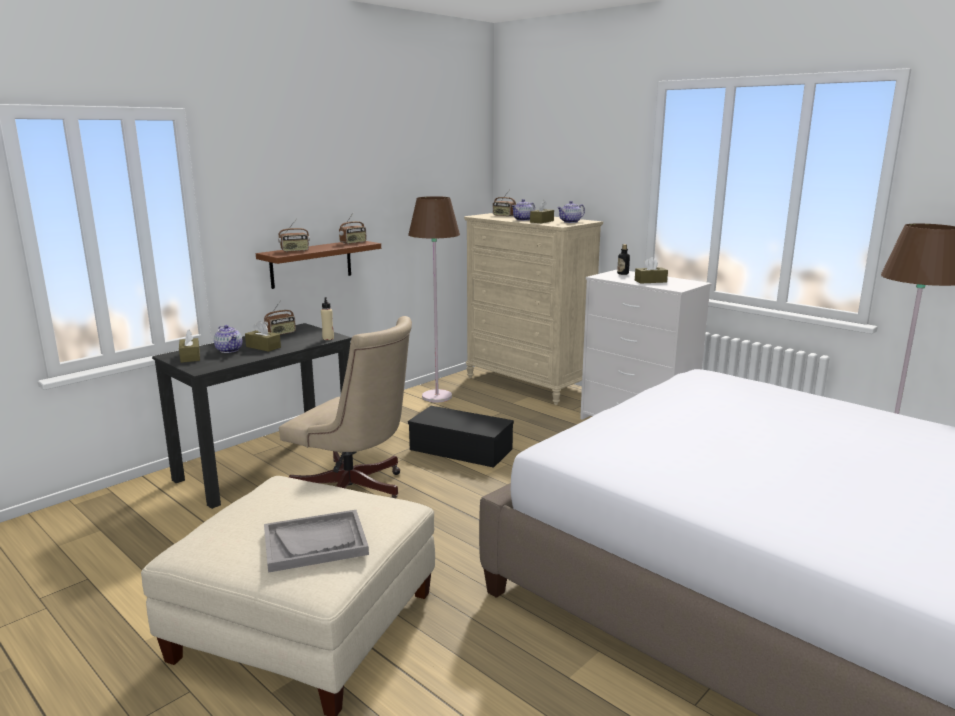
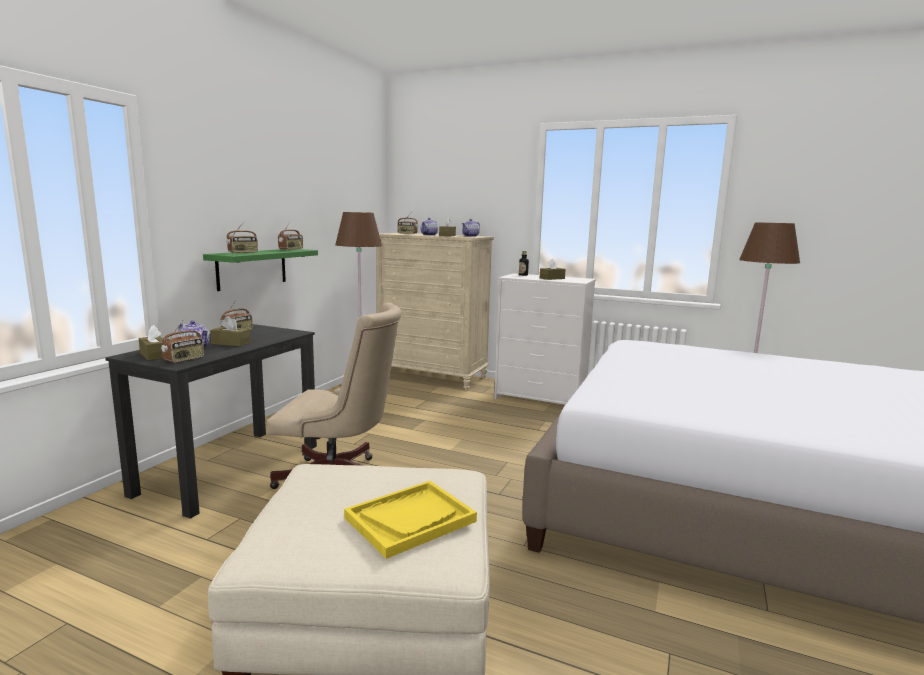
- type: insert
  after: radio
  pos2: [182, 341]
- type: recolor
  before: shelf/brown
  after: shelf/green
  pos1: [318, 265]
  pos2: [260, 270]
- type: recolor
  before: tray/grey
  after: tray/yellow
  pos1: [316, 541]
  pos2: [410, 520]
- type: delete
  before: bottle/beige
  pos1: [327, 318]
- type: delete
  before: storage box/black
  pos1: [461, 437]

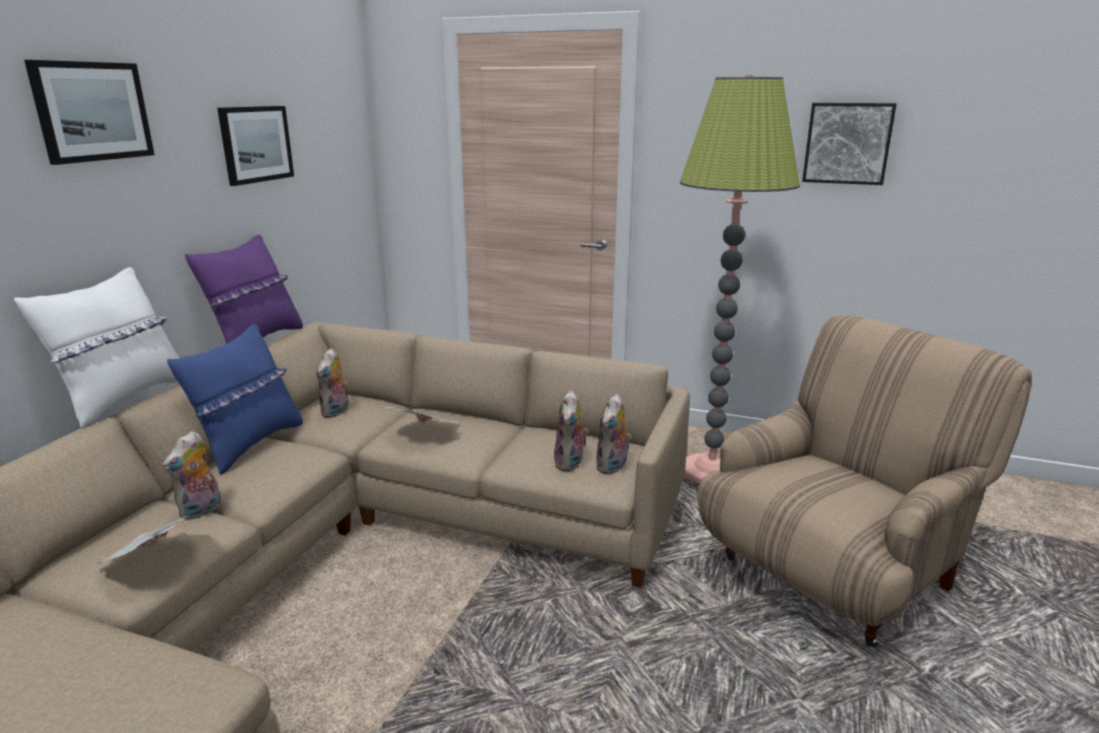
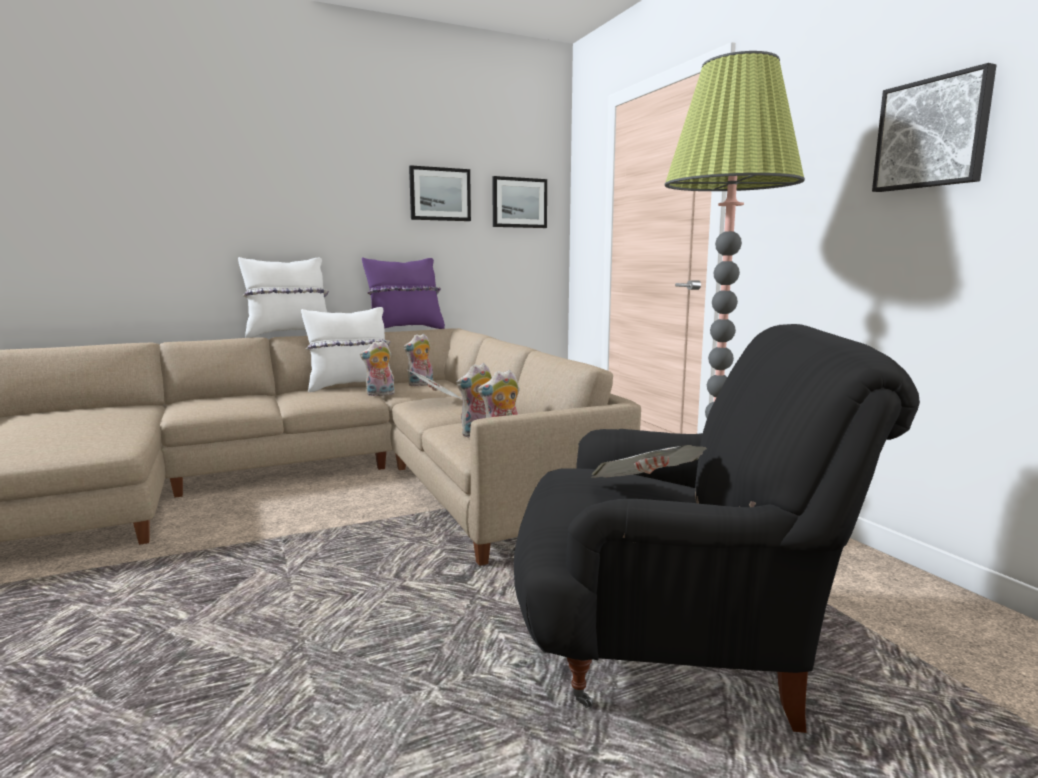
- type: recolor
  before: pillow/blue
  after: pillow/white
  pos1: [235, 399]
  pos2: [347, 349]
- type: move
  before: plush toy
  pos1: [191, 475]
  pos2: [377, 368]
- type: move
  before: picture
  pos1: [89, 112]
  pos2: [519, 202]
- type: recolor
  before: armchair/beige
  after: armchair/black
  pos1: [865, 482]
  pos2: [717, 528]
- type: move
  before: newspaper
  pos1: [144, 538]
  pos2: [649, 461]

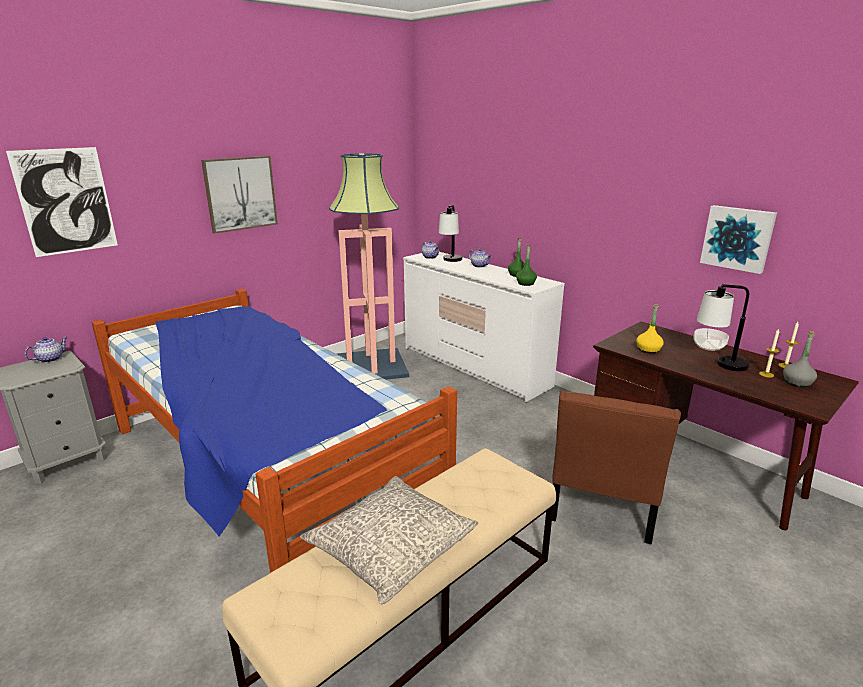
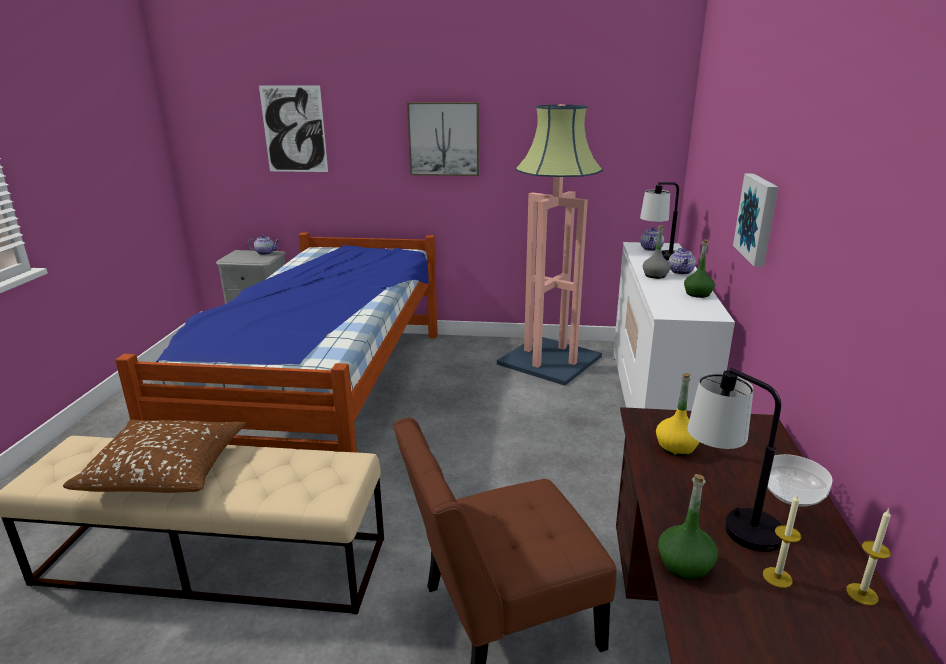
- type: recolor
  before: pillow/grey
  after: pillow/brown
  pos1: [389, 540]
  pos2: [154, 456]
- type: move
  before: bottle/grey
  pos1: [800, 359]
  pos2: [657, 252]
- type: move
  before: bottle/green
  pos1: [526, 265]
  pos2: [688, 527]
- type: move
  before: picture
  pos1: [738, 239]
  pos2: [756, 220]

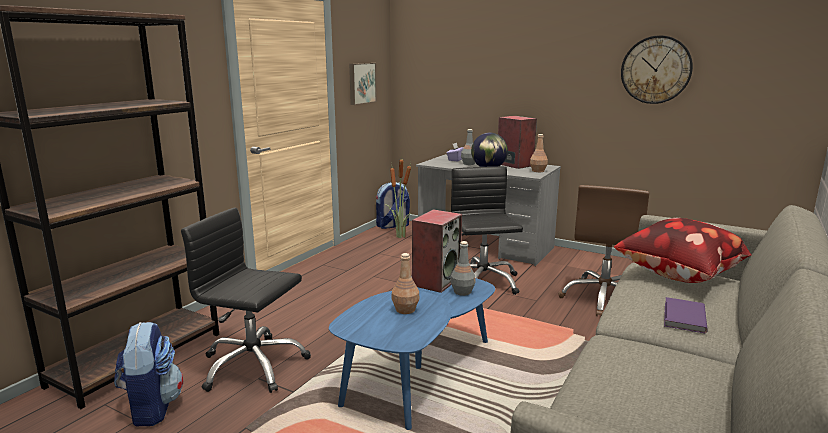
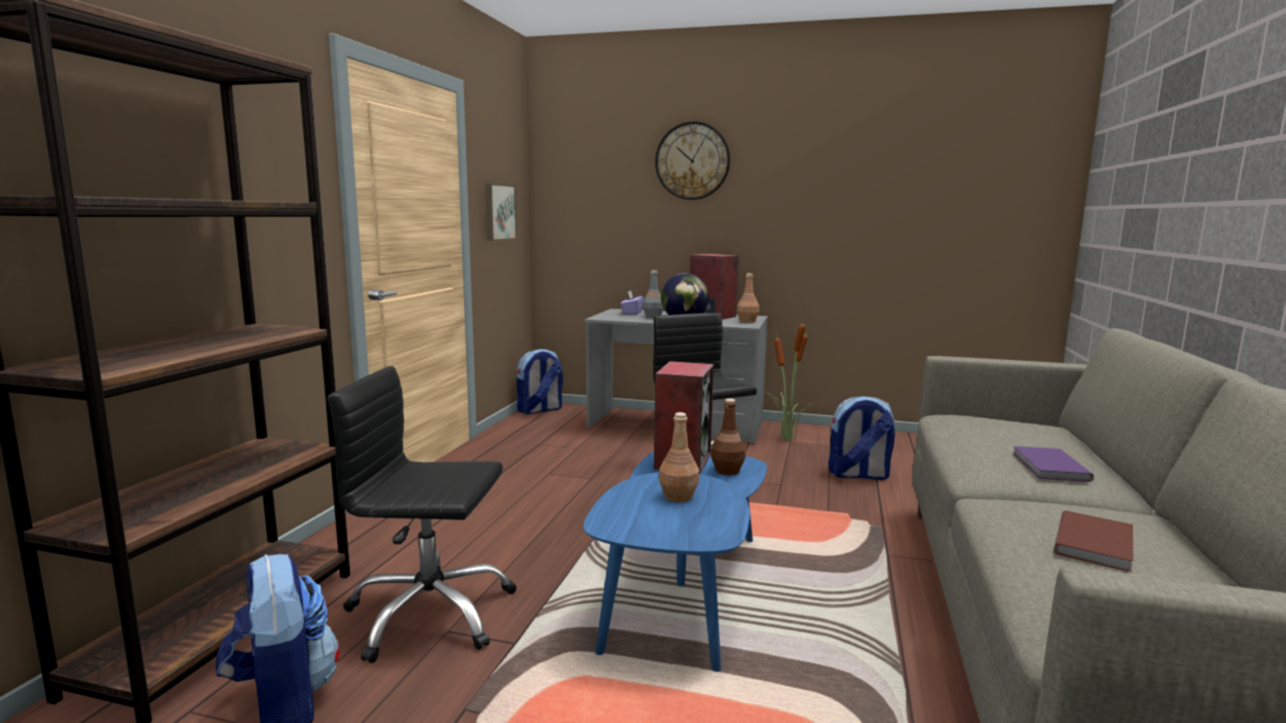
- type: move
  before: wall clock
  pos1: [657, 69]
  pos2: [692, 160]
- type: recolor
  before: bottle/grey
  after: bottle/brown
  pos1: [463, 268]
  pos2: [728, 436]
- type: move
  before: potted plant
  pos1: [398, 197]
  pos2: [789, 380]
- type: replace
  before: office chair/brown
  after: backpack
  pos1: [603, 250]
  pos2: [862, 438]
- type: insert
  after: book/brown
  pos2: [1093, 541]
- type: delete
  before: pillow
  pos1: [683, 250]

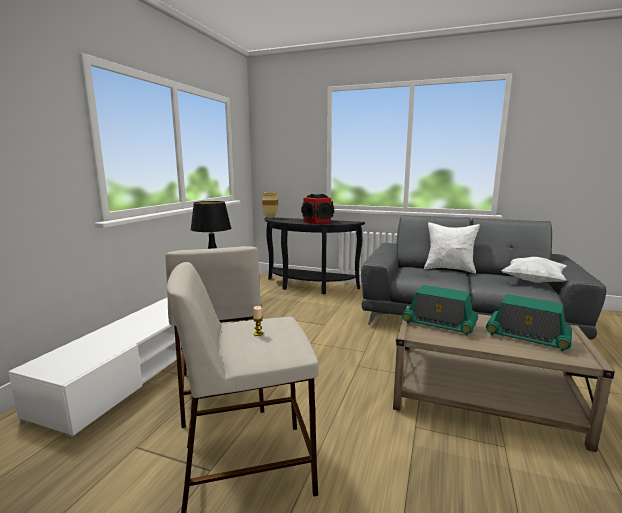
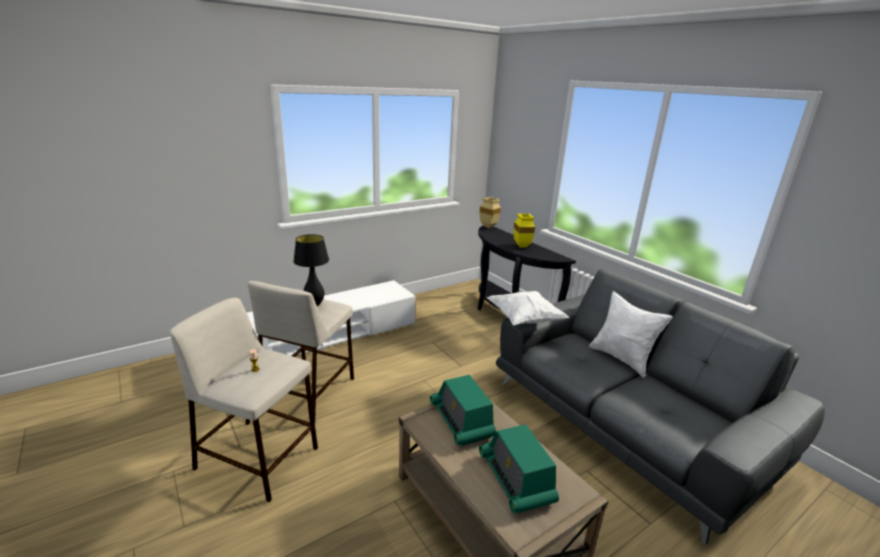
- type: move
  before: pillow/white
  pos1: [534, 270]
  pos2: [528, 308]
- type: replace
  before: speaker
  after: vase/yellow
  pos1: [317, 209]
  pos2: [524, 231]

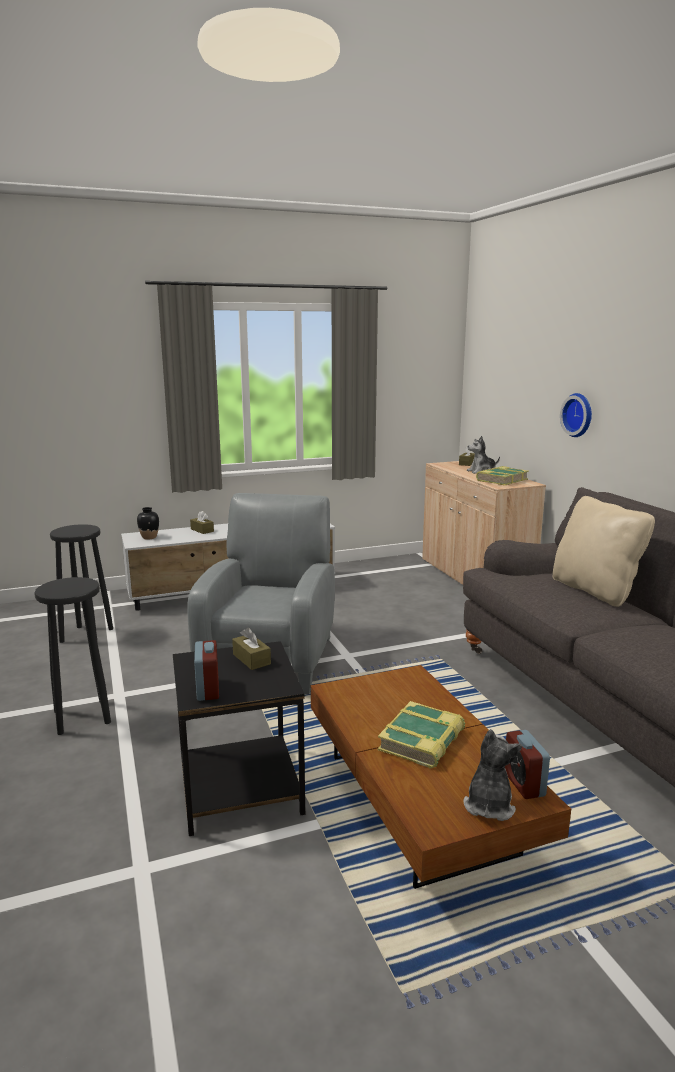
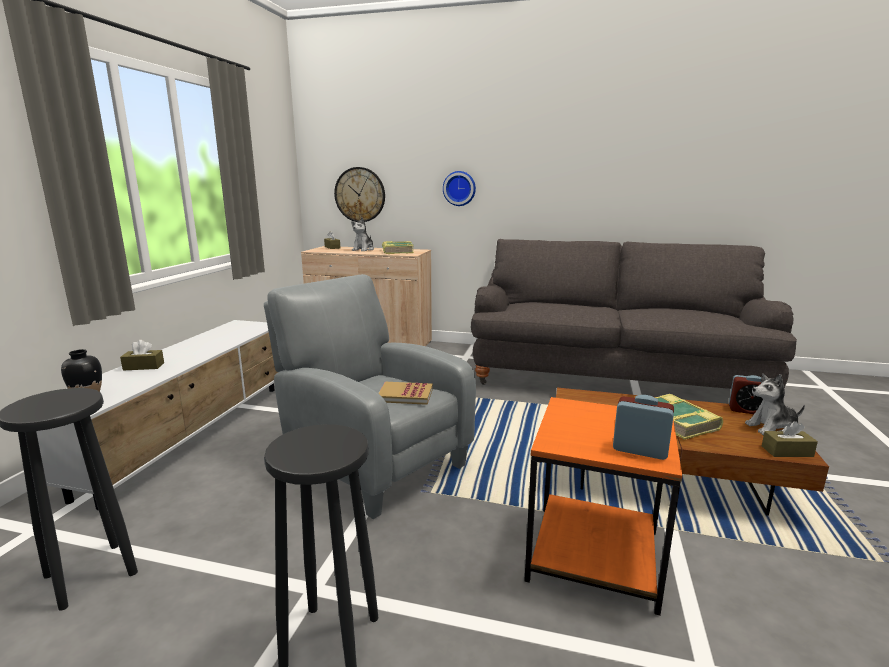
- type: insert
  after: wall clock
  pos2: [359, 194]
- type: insert
  after: book
  pos2: [405, 393]
- type: recolor
  before: side table/black
  after: side table/orange
  pos1: [239, 738]
  pos2: [603, 506]
- type: rotate
  before: plush toy
  pos1: [492, 775]
  pos2: [775, 404]
  turn: -60
- type: move
  before: tissue box/brown
  pos1: [251, 649]
  pos2: [790, 439]
- type: delete
  before: pillow/beige
  pos1: [604, 551]

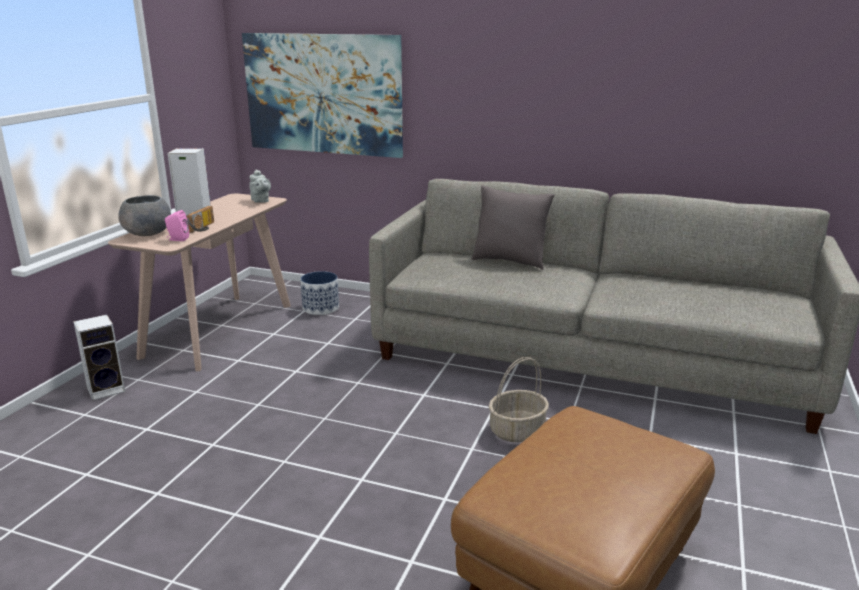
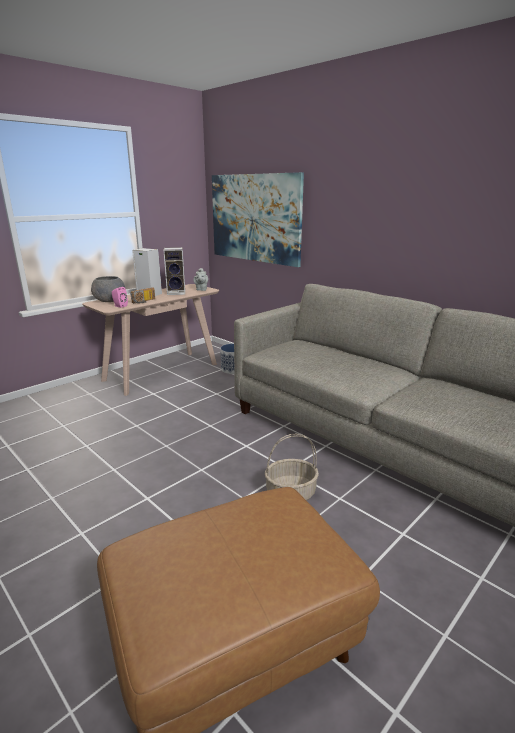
- type: move
  before: speaker
  pos1: [99, 357]
  pos2: [174, 271]
- type: delete
  before: pillow/grey
  pos1: [513, 228]

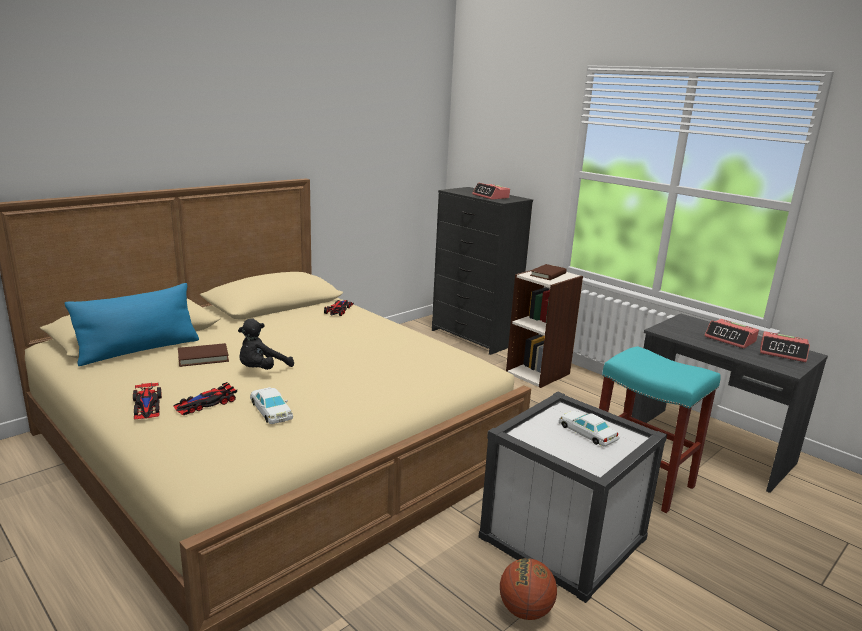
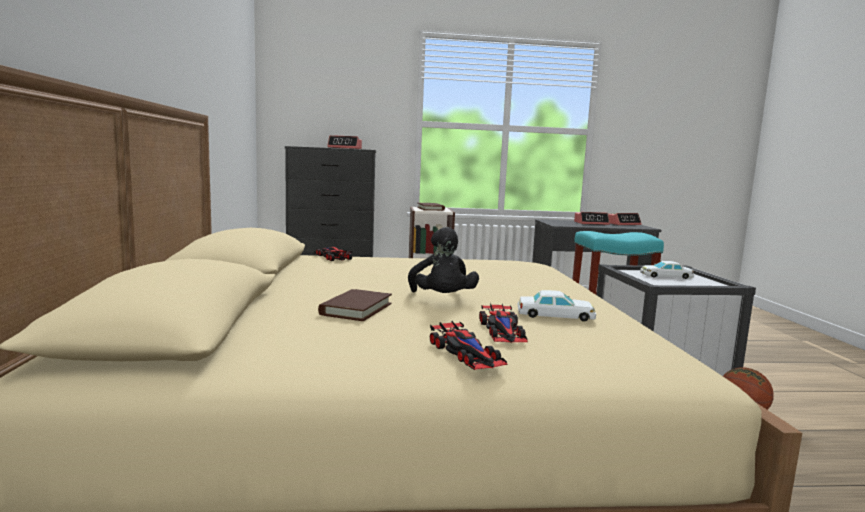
- type: rotate
  before: toy car
  pos1: [147, 400]
  pos2: [468, 345]
  turn: 45
- type: delete
  before: pillow/blue
  pos1: [132, 324]

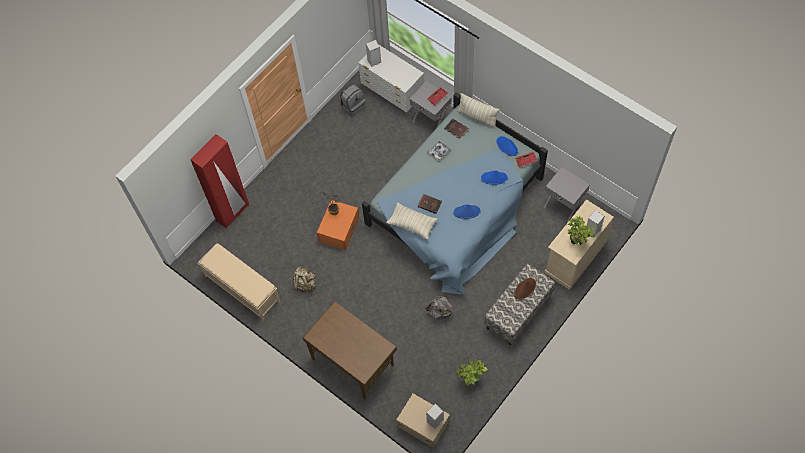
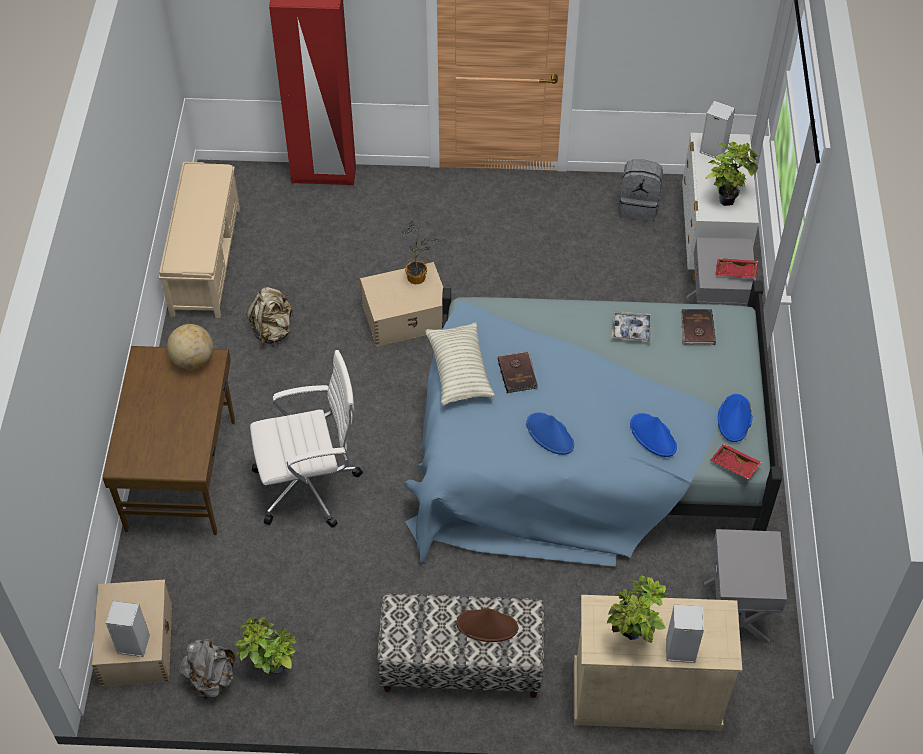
- type: insert
  after: globe
  pos2: [190, 346]
- type: move
  before: backpack/grey
  pos1: [440, 308]
  pos2: [207, 668]
- type: insert
  after: office chair/white
  pos2: [306, 439]
- type: recolor
  before: storage box/orange
  after: storage box/beige
  pos1: [338, 225]
  pos2: [401, 304]
- type: insert
  after: potted plant
  pos2: [732, 174]
- type: delete
  before: pillow
  pos1: [478, 110]

